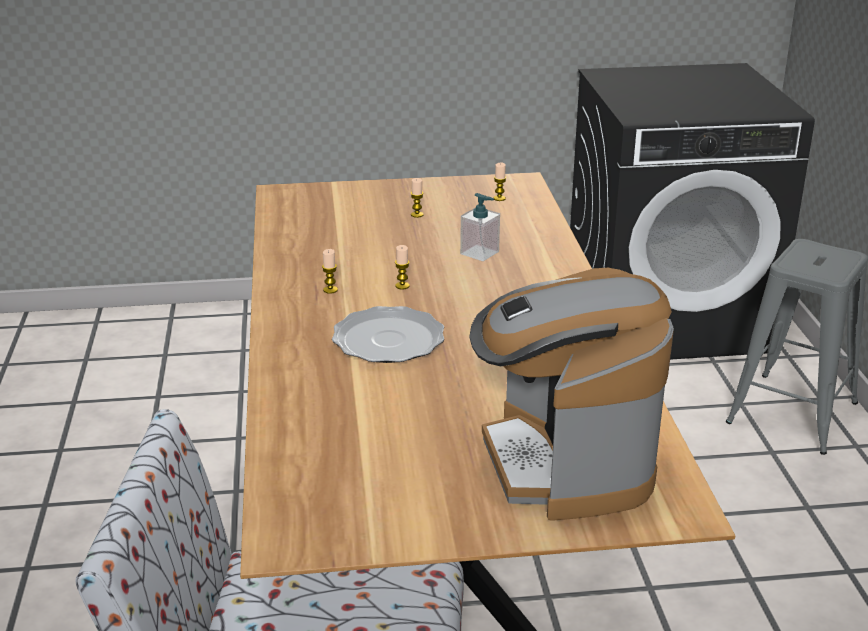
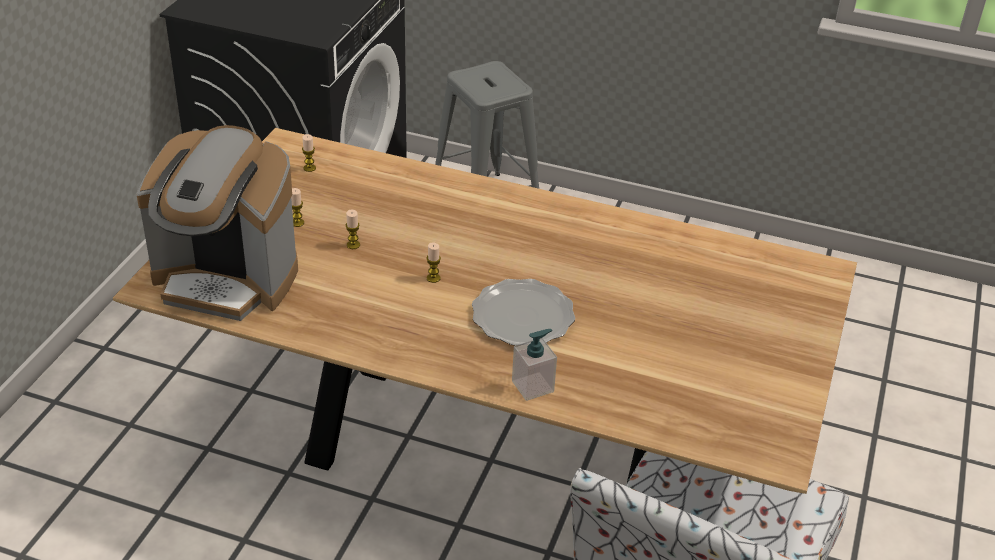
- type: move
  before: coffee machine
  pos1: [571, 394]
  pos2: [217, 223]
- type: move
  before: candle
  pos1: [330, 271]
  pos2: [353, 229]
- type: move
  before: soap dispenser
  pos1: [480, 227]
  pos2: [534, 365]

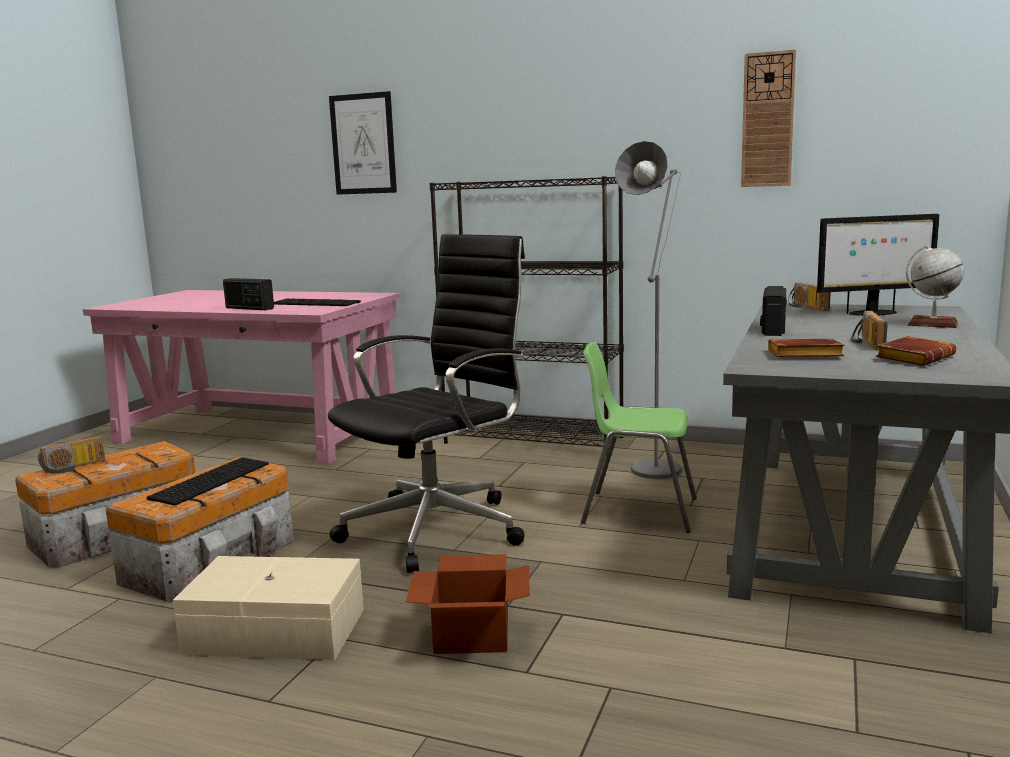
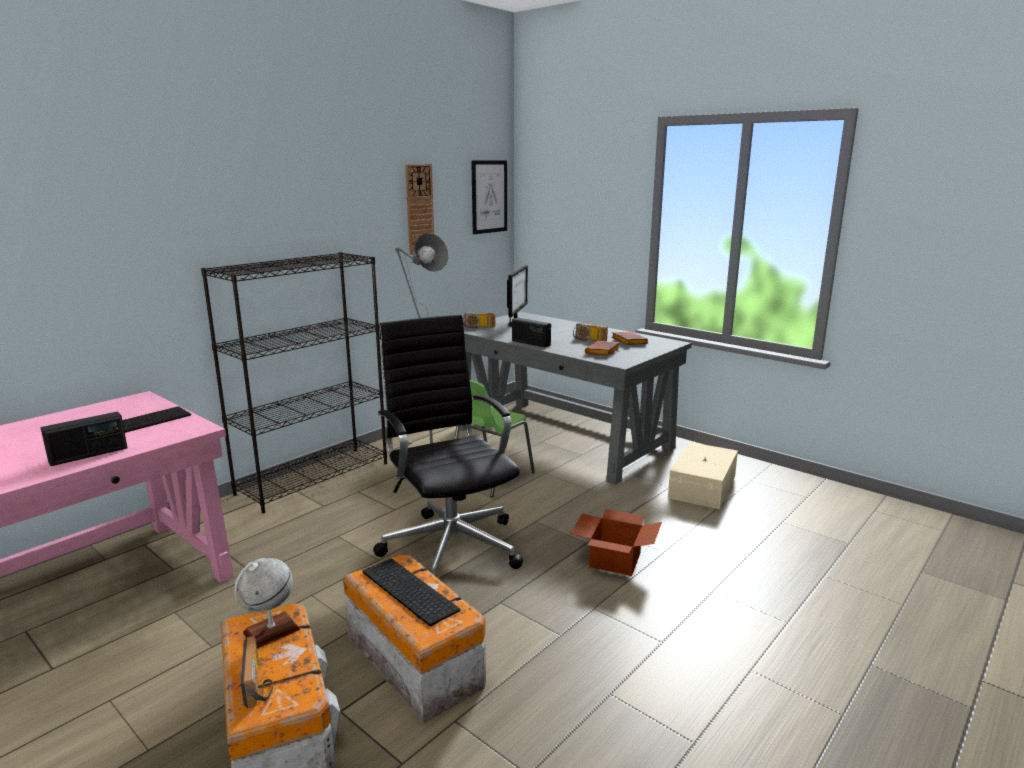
- type: move
  before: globe
  pos1: [935, 286]
  pos2: [267, 602]
- type: move
  before: picture
  pos1: [363, 143]
  pos2: [489, 197]
- type: move
  before: storage box/beige
  pos1: [268, 608]
  pos2: [703, 475]

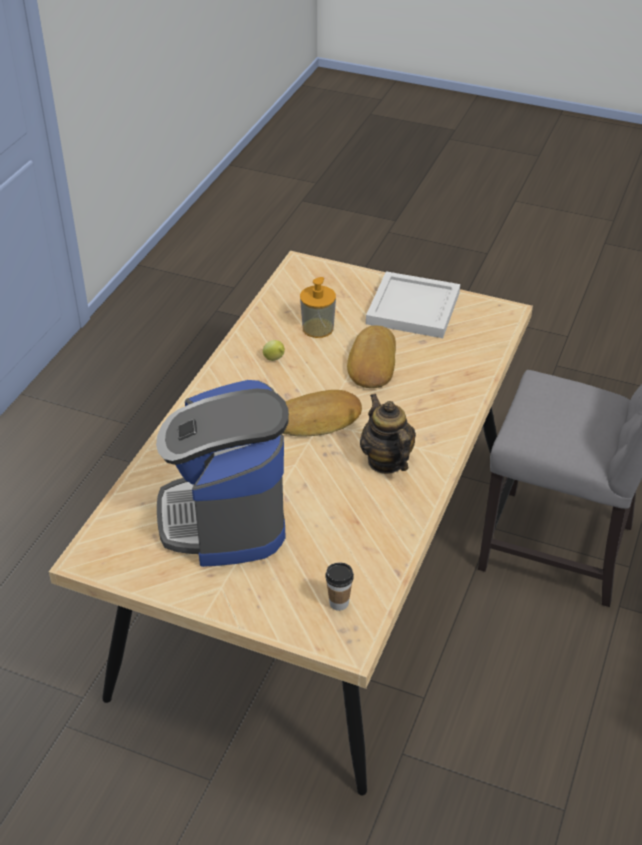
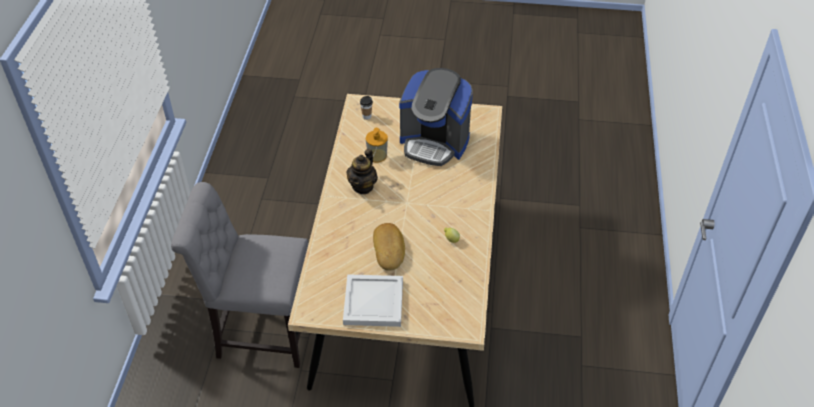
- type: rotate
  before: teapot
  pos1: [388, 434]
  pos2: [362, 171]
  turn: 60
- type: move
  before: soap dispenser
  pos1: [318, 307]
  pos2: [377, 145]
- type: rotate
  before: coffee machine
  pos1: [222, 473]
  pos2: [436, 117]
  turn: 135
- type: delete
  before: bread
  pos1: [322, 413]

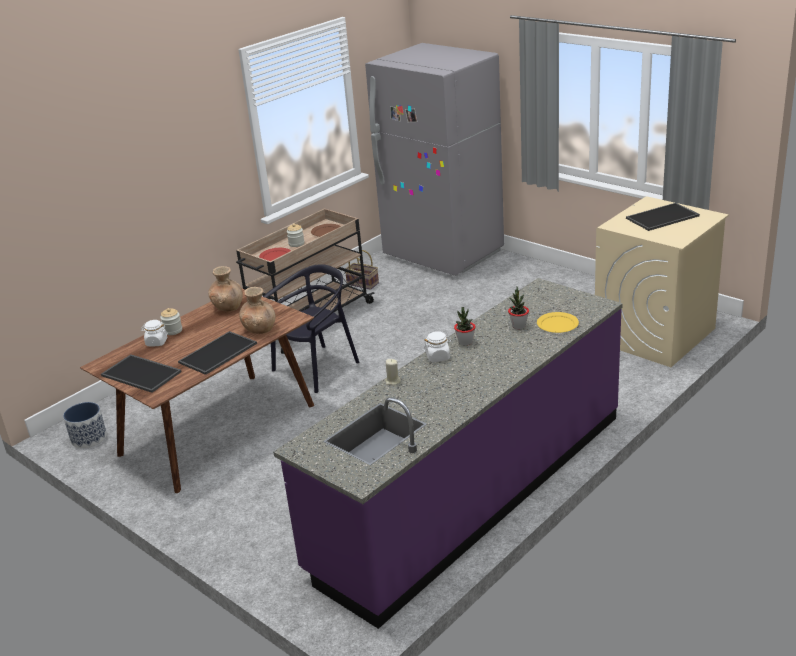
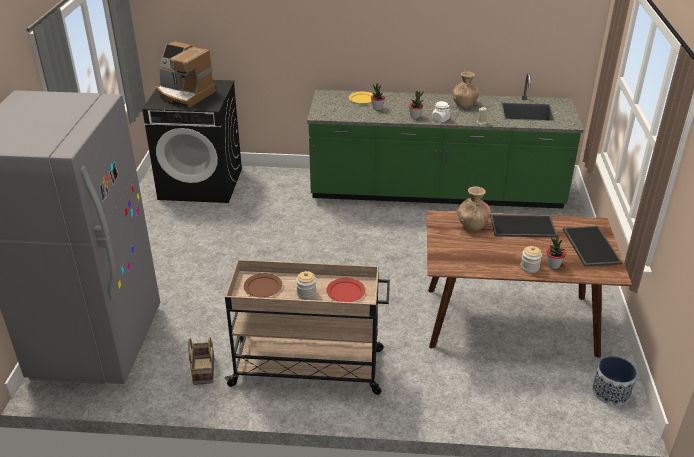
- type: recolor
  before: washing machine/beige
  after: washing machine/black
  pos1: [662, 281]
  pos2: [192, 141]
- type: replace
  before: tray
  after: coffee machine
  pos1: [663, 217]
  pos2: [186, 74]
- type: recolor
  before: counter/purple
  after: counter/green
  pos1: [448, 453]
  pos2: [445, 141]
- type: move
  before: vase/brown
  pos1: [225, 288]
  pos2: [465, 90]
- type: replace
  before: jar/white
  after: potted plant
  pos1: [154, 333]
  pos2: [556, 252]
- type: delete
  before: chair/black
  pos1: [311, 328]

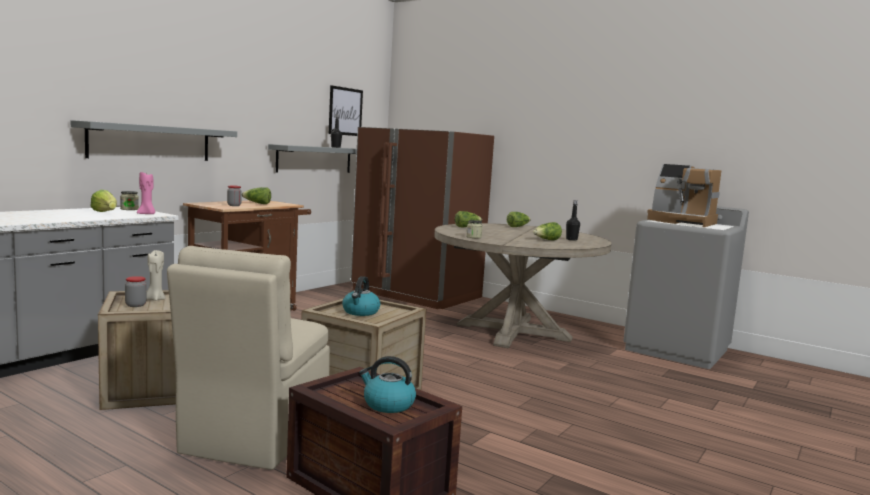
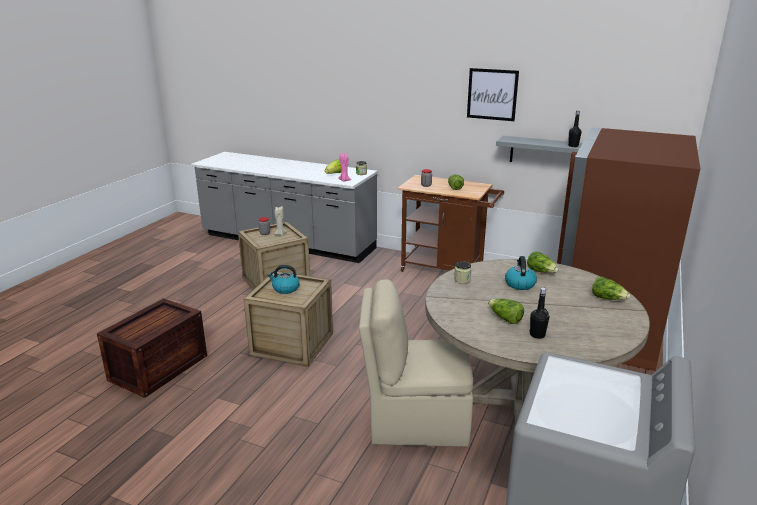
- type: move
  before: chair/beige
  pos1: [248, 358]
  pos2: [416, 363]
- type: move
  before: picture
  pos1: [346, 110]
  pos2: [493, 94]
- type: move
  before: kettle
  pos1: [387, 384]
  pos2: [521, 273]
- type: delete
  before: shelf/grey
  pos1: [154, 140]
- type: delete
  before: coffee machine
  pos1: [684, 195]

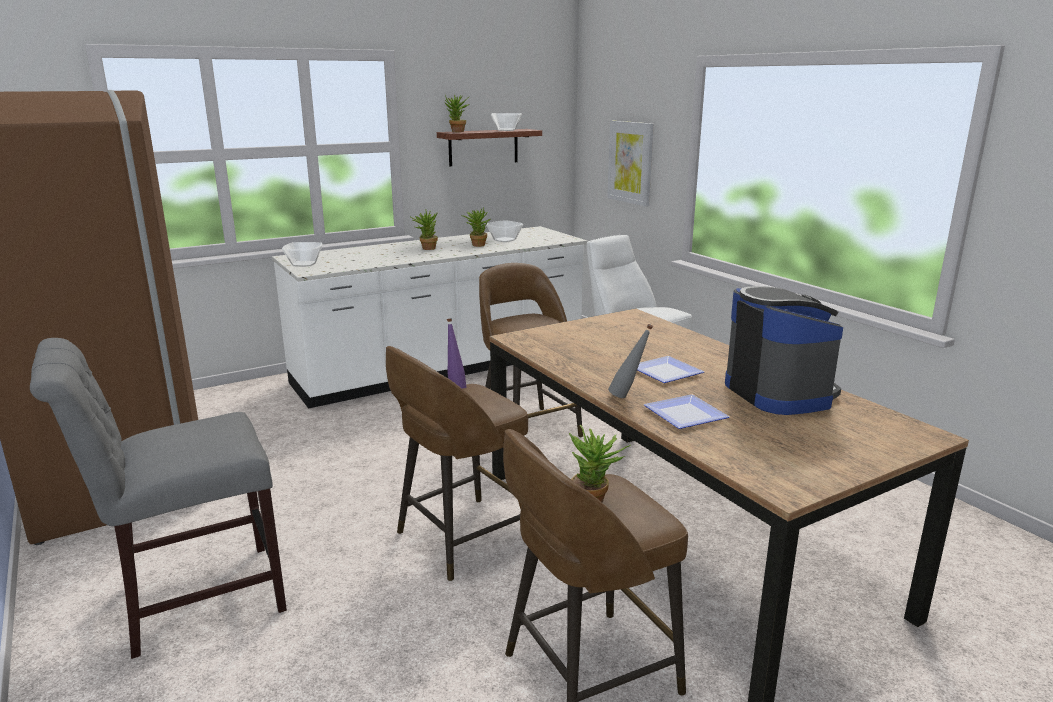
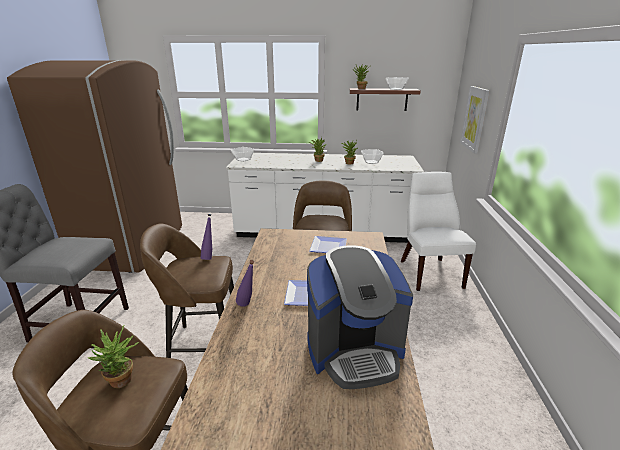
- type: recolor
  before: bottle/grey
  after: bottle/purple
  pos1: [630, 361]
  pos2: [245, 283]
- type: rotate
  before: coffee machine
  pos1: [784, 350]
  pos2: [360, 317]
  turn: 60
- type: move
  before: plate
  pos1: [687, 411]
  pos2: [328, 244]

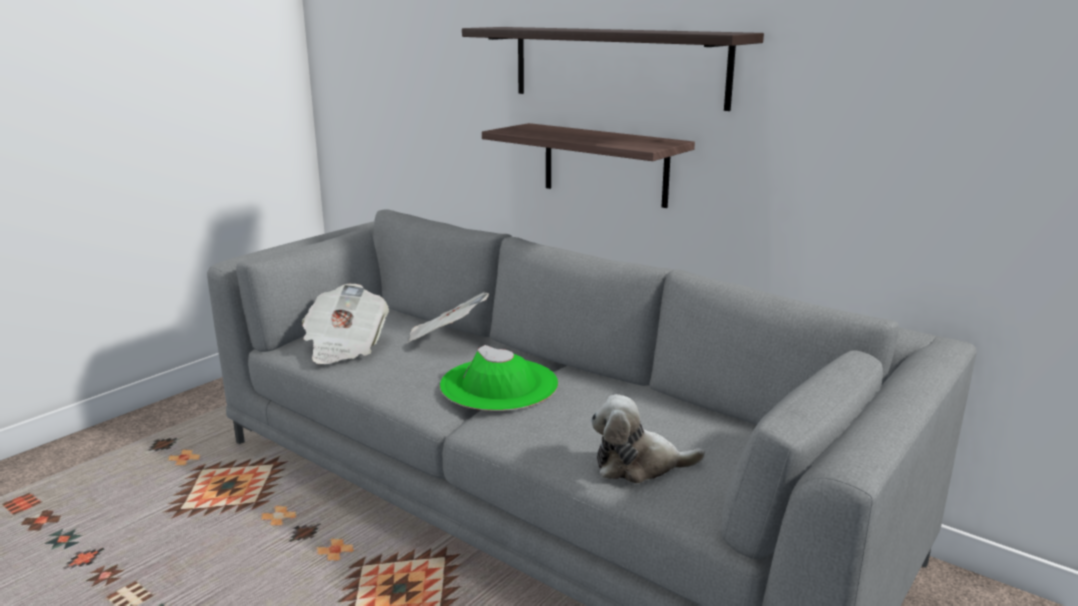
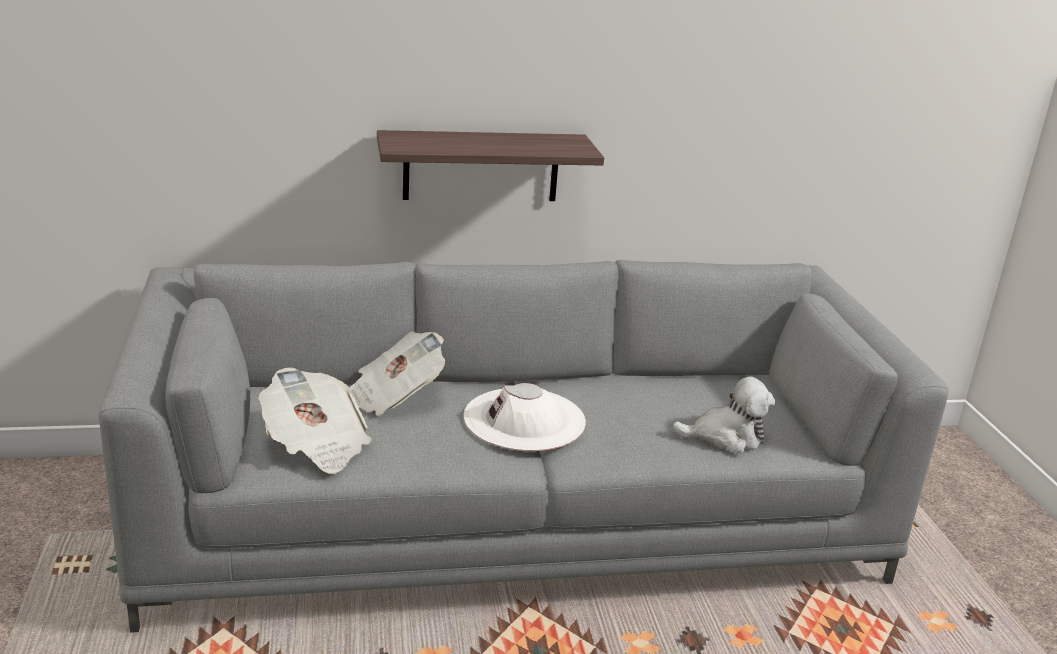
- type: recolor
  before: hat/green
  after: hat/white
  pos1: [499, 378]
  pos2: [524, 417]
- type: rotate
  before: plush toy
  pos1: [648, 439]
  pos2: [723, 414]
  turn: -135
- type: delete
  before: shelf
  pos1: [613, 69]

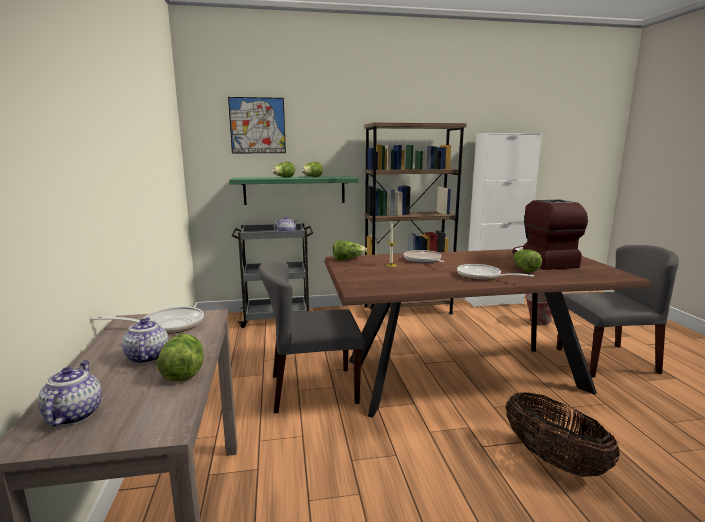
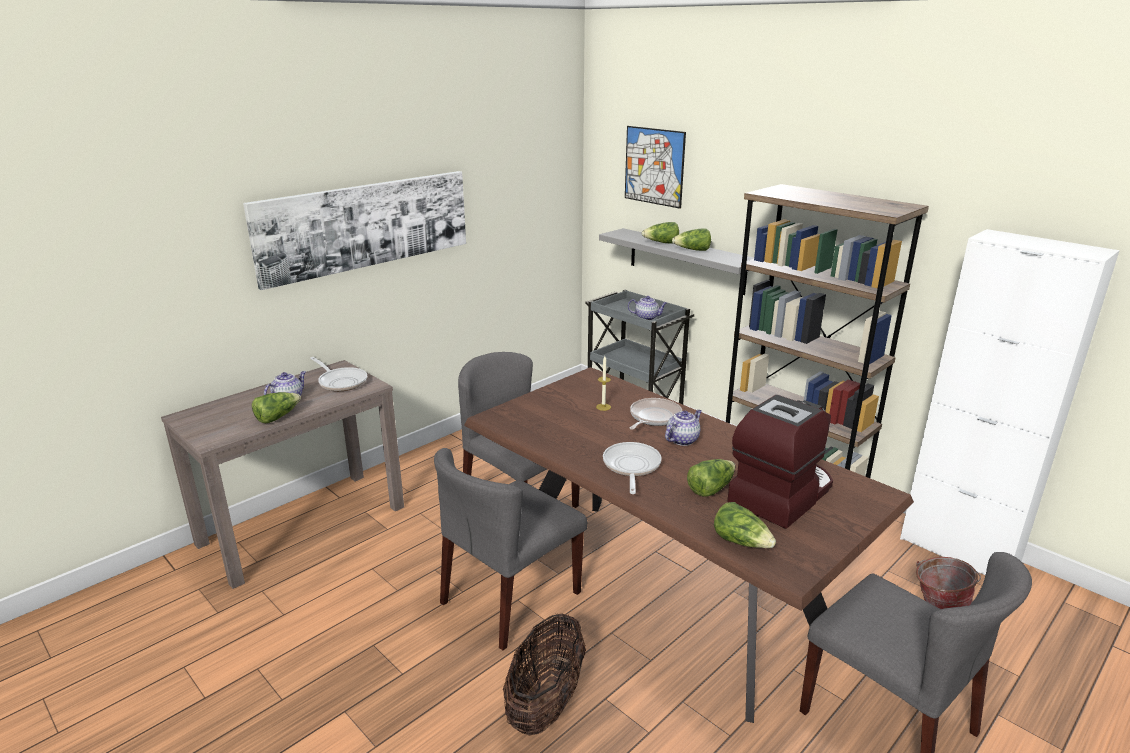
- type: insert
  after: picture
  pos2: [354, 230]
- type: insert
  after: chair/grey
  pos2: [511, 549]
- type: recolor
  before: shelf/green
  after: shelf/grey
  pos1: [294, 190]
  pos2: [676, 261]
- type: move
  before: teapot
  pos1: [70, 393]
  pos2: [683, 428]
- type: move
  before: lettuce
  pos1: [350, 250]
  pos2: [745, 525]

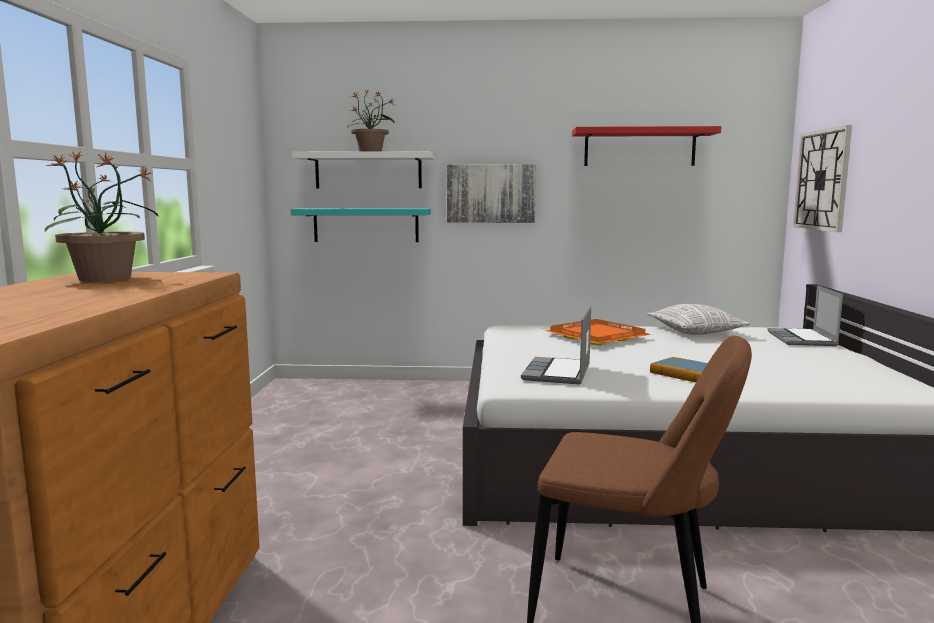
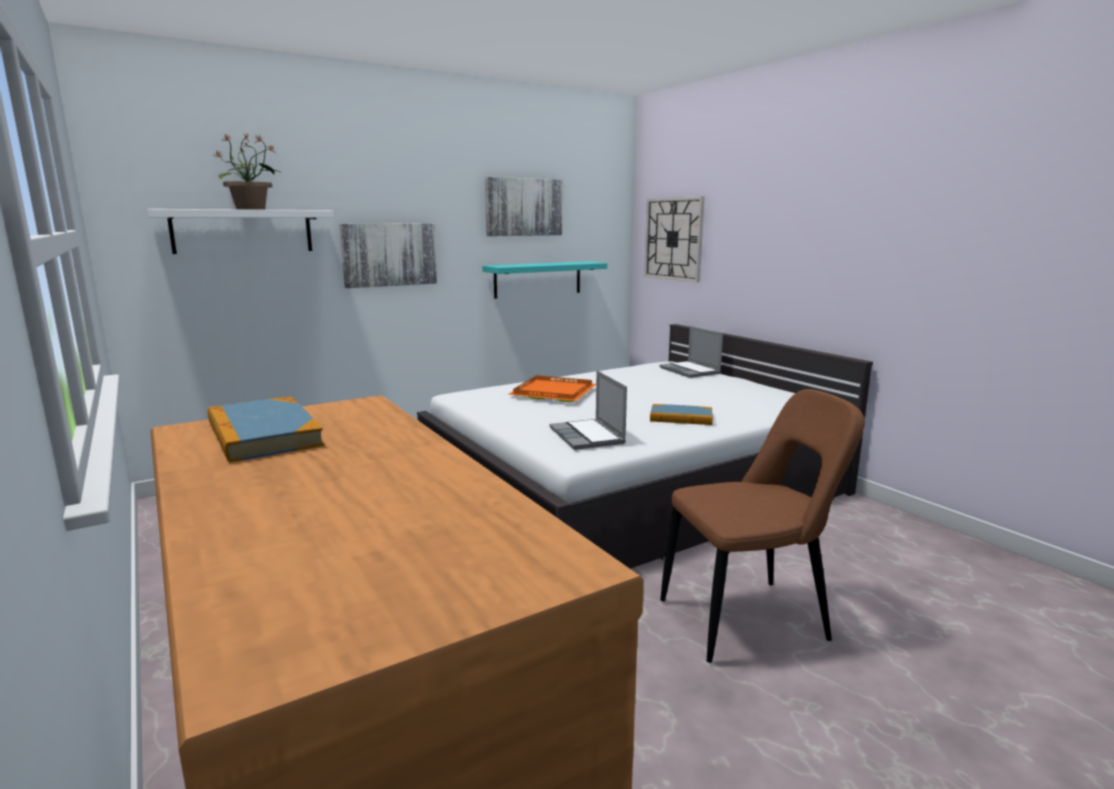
- type: replace
  before: potted plant
  after: book
  pos1: [101, 216]
  pos2: [266, 430]
- type: move
  before: shelf/turquoise
  pos1: [361, 225]
  pos2: [544, 280]
- type: replace
  before: shelf/red
  after: picture
  pos1: [646, 146]
  pos2: [523, 206]
- type: delete
  before: pillow
  pos1: [699, 319]

